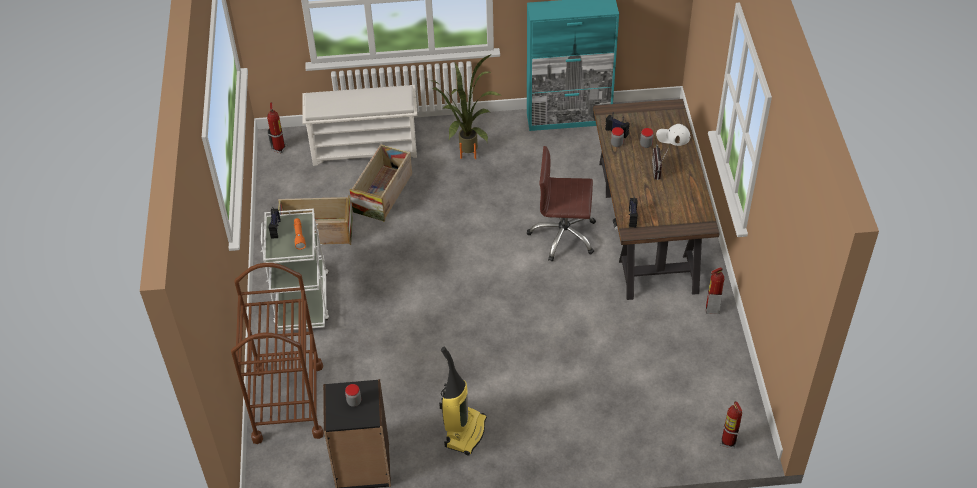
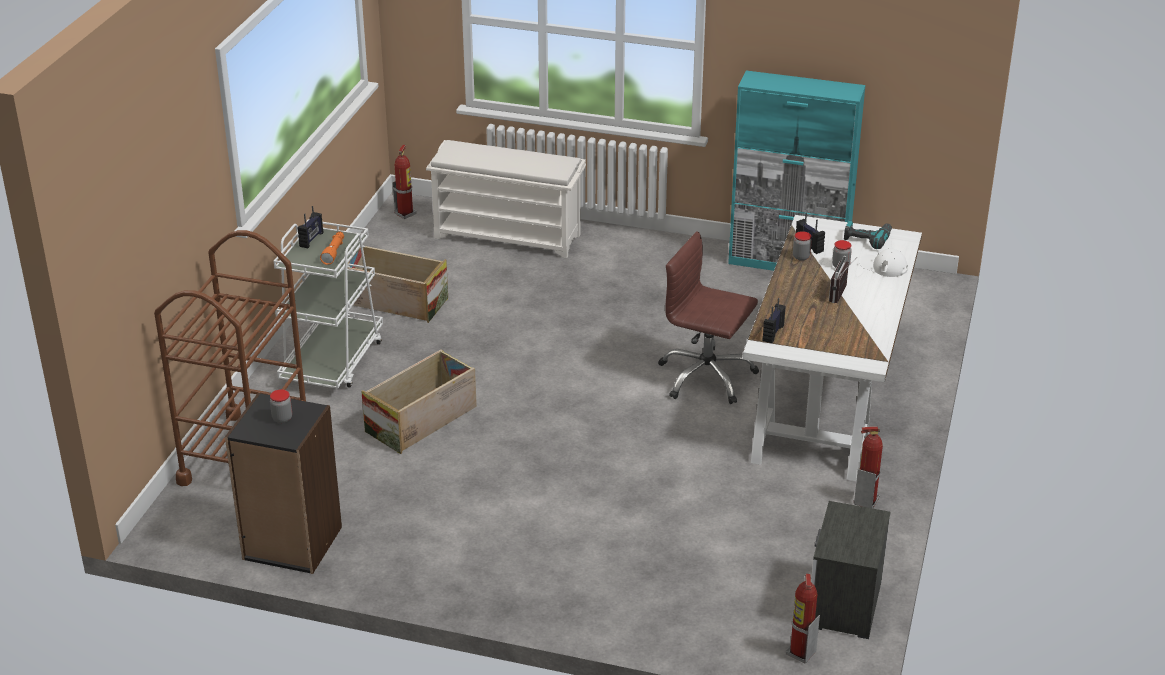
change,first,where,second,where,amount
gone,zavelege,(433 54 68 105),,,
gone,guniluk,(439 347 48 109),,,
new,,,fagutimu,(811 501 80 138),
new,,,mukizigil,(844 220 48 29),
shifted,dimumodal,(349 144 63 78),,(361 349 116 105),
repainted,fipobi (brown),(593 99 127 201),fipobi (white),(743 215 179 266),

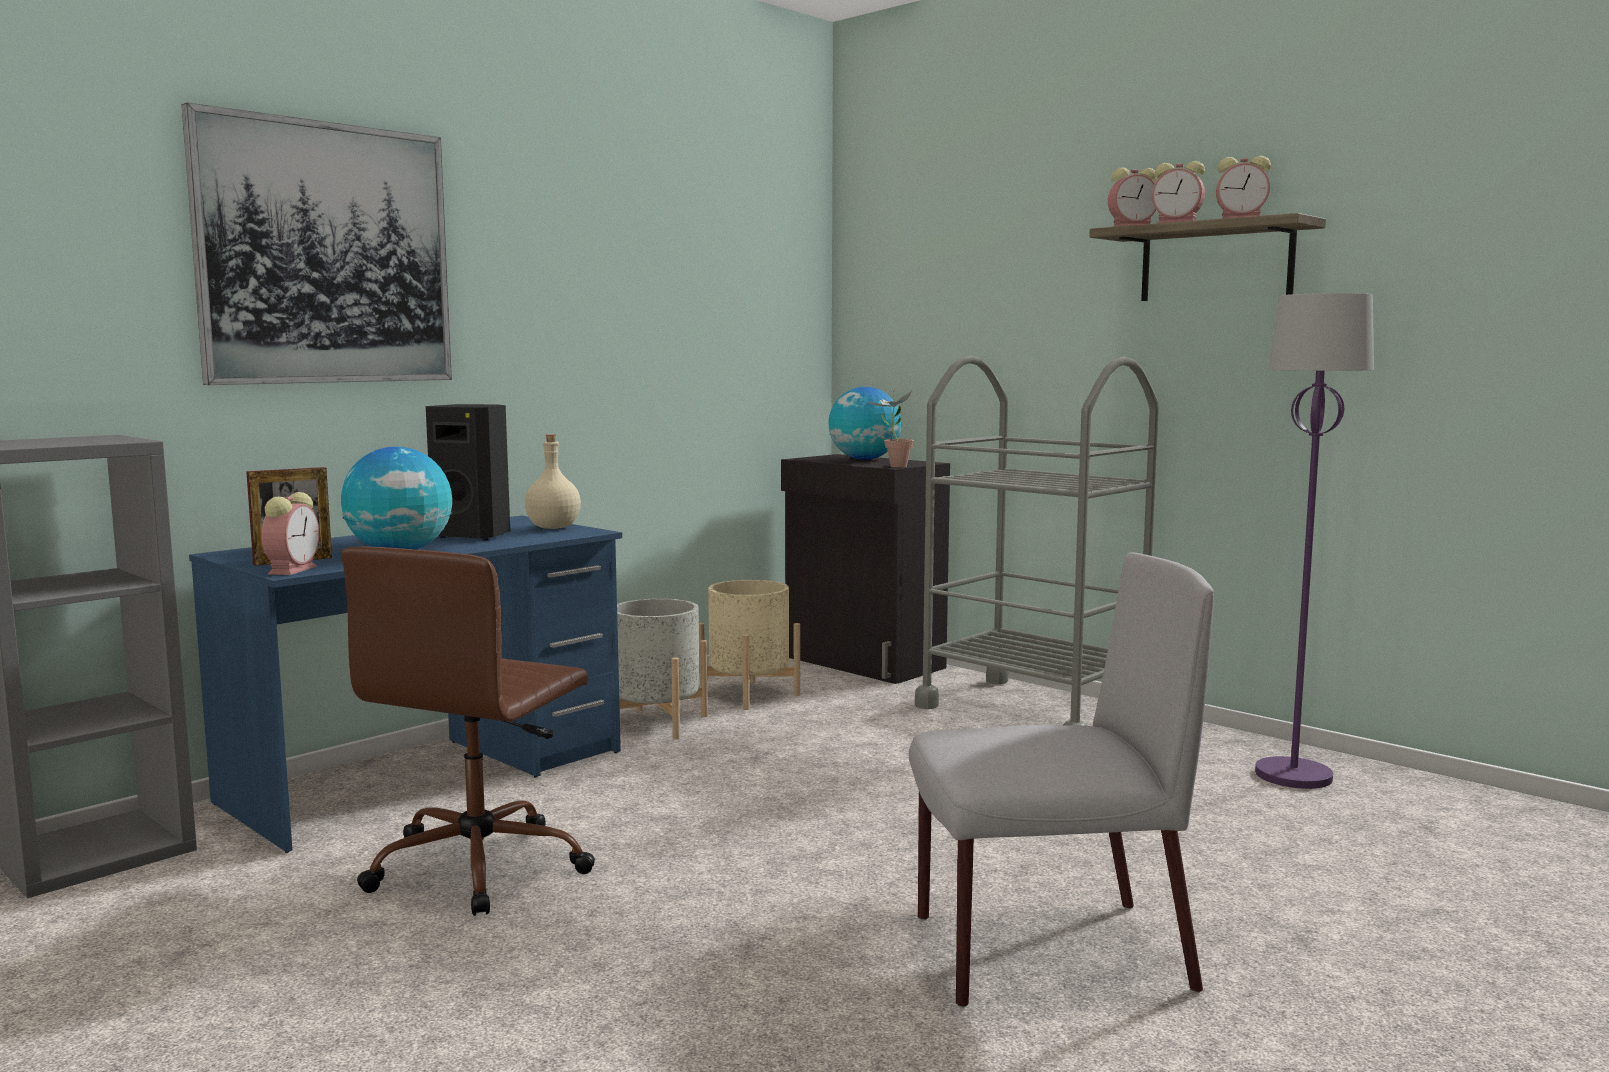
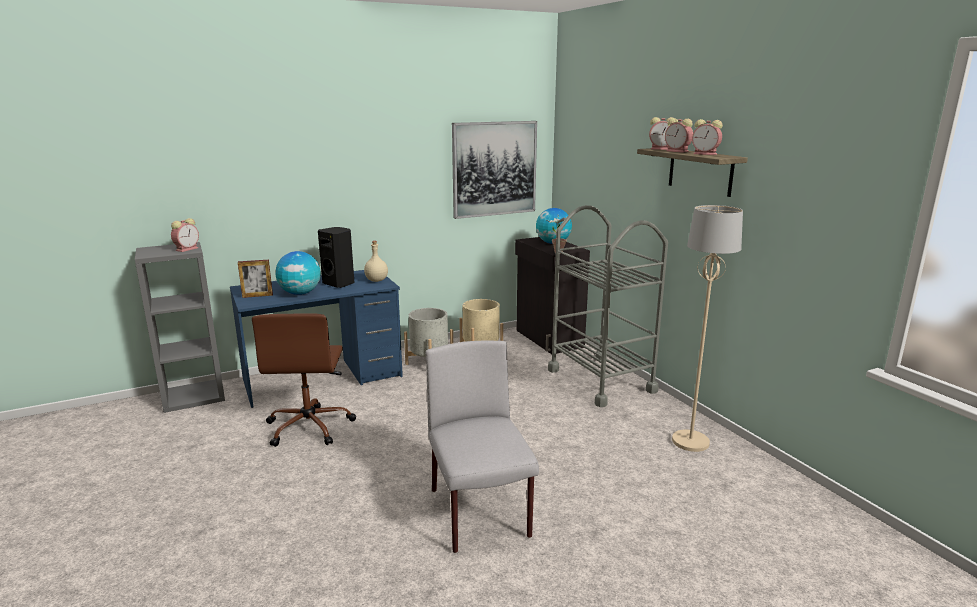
change,first,where,second,where,amount
shifted,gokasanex,(182 103 270 282),,(452 121 85 98),
shifted,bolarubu,(262 492 57 83),,(171 218 28 34),
repainted,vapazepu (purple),(1255 293 119 496),vapazepu (beige),(672 205 71 247),
rotated,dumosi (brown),(341 546 254 370),,(252 313 104 134),45 degrees counterclockwise
rotated,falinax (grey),(909 552 305 456),,(426 341 113 212),120 degrees counterclockwise

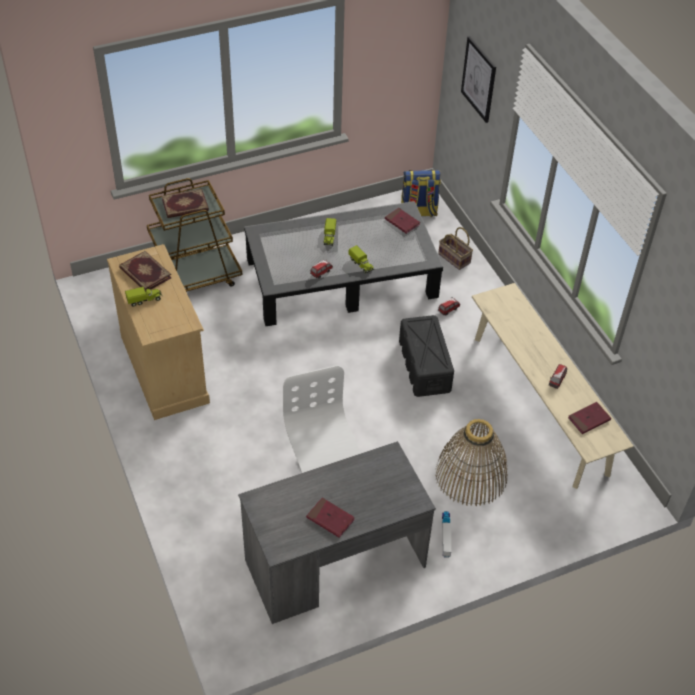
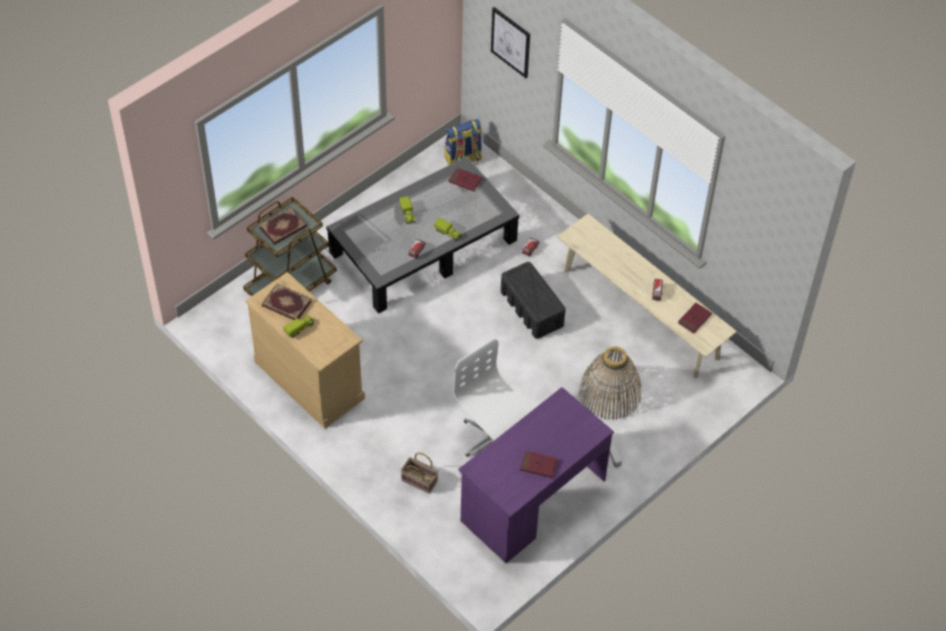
change,first,where,second,where,amount
shifted,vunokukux,(438 227 35 43),,(401 453 37 41),
repainted,fipobi (grey),(238 441 198 183),fipobi (purple),(458 387 156 176),

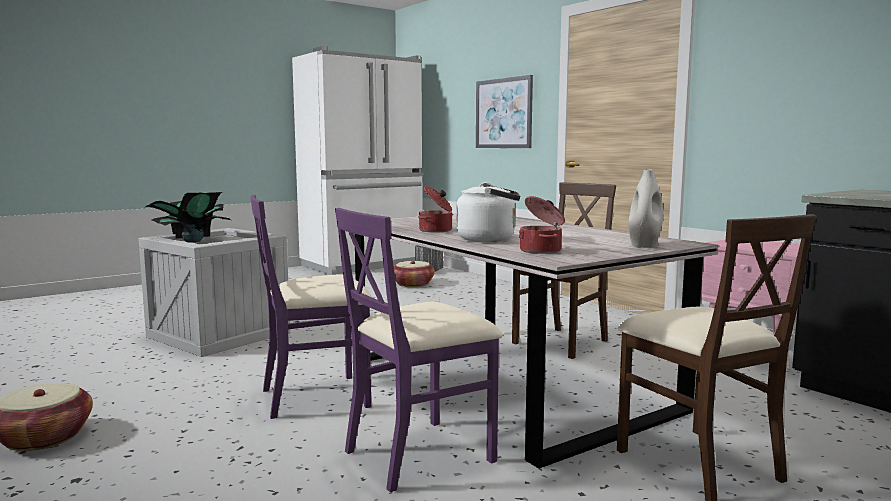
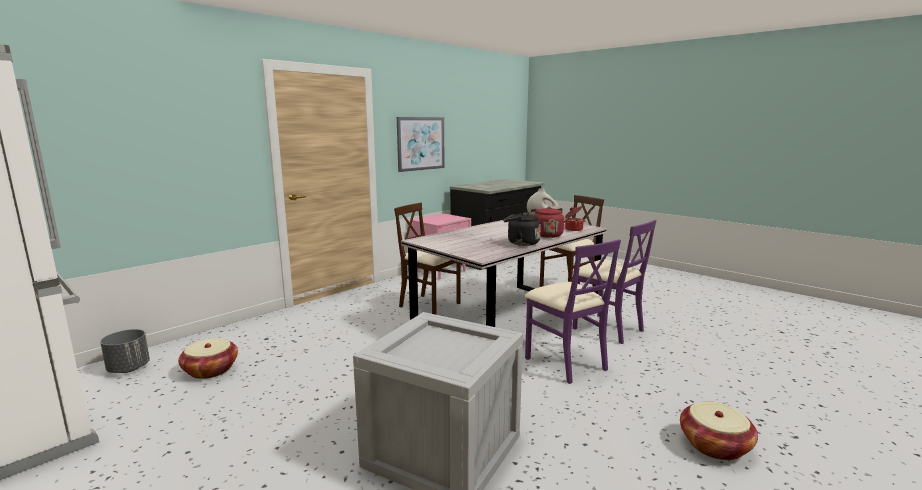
change,first,where,second,where,amount
gone,zavelege,(145 192 86 50),,,
shifted,gokasanex,(476 75 57 73),,(397 117 48 55),
swapped,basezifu,(418 186 35 46),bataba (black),(503 212 38 34),
repainted,bataba (white),(456 182 64 60),bataba (red),(531 207 33 31),

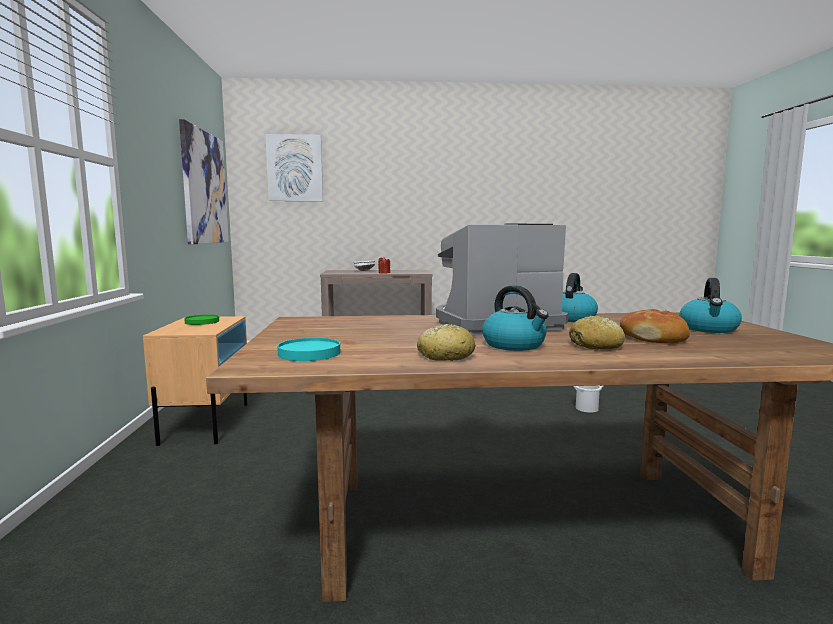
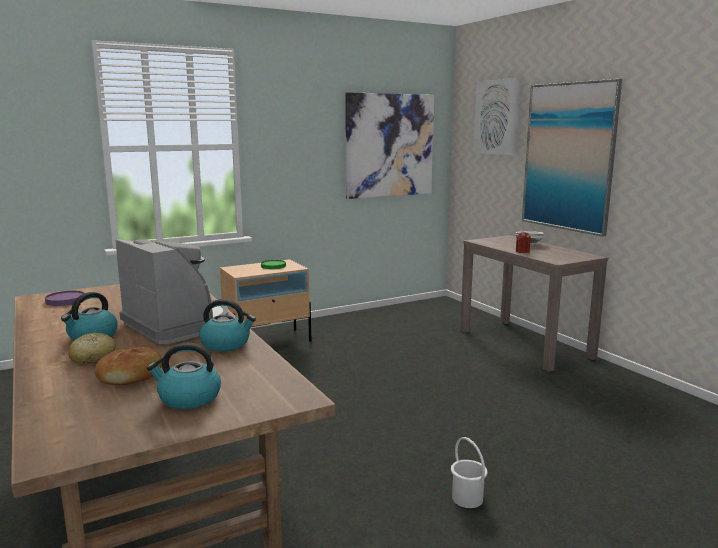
change,first,where,second,where,amount
gone,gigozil,(417 324 59 37),,,
new,,,gokasanex,(522 79 100 158),
repainted,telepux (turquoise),(277 338 63 23),telepux (purple),(45 291 39 15),

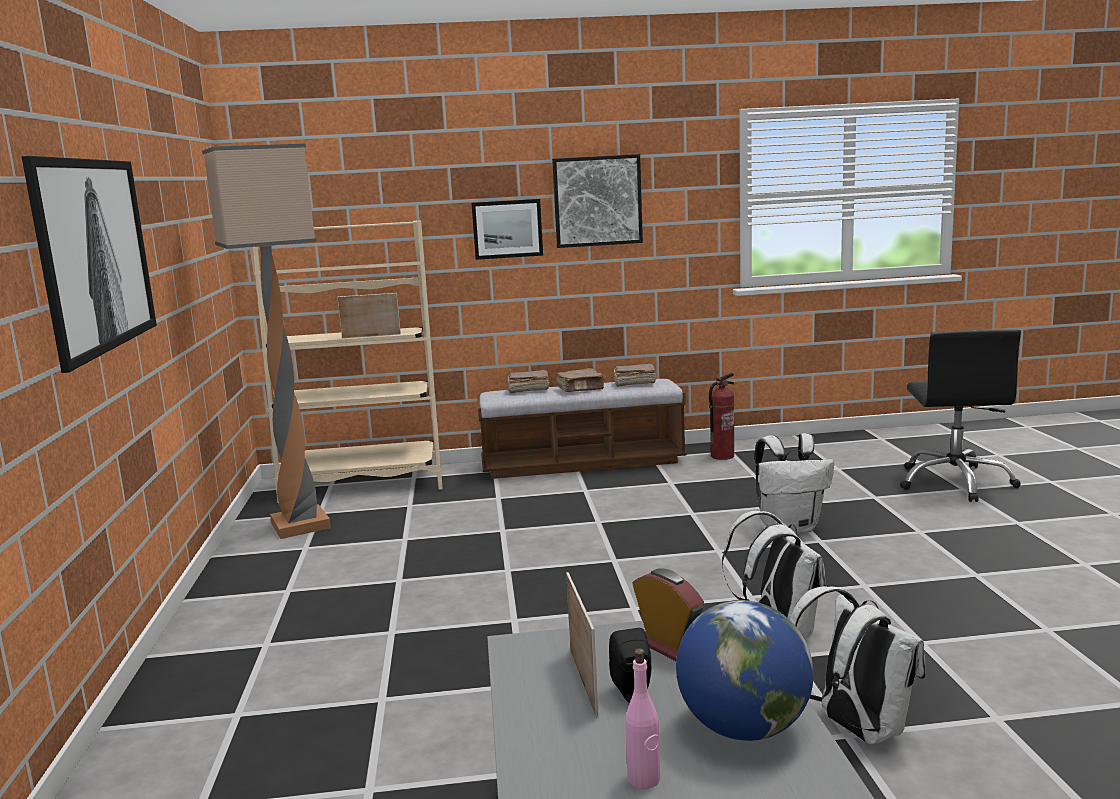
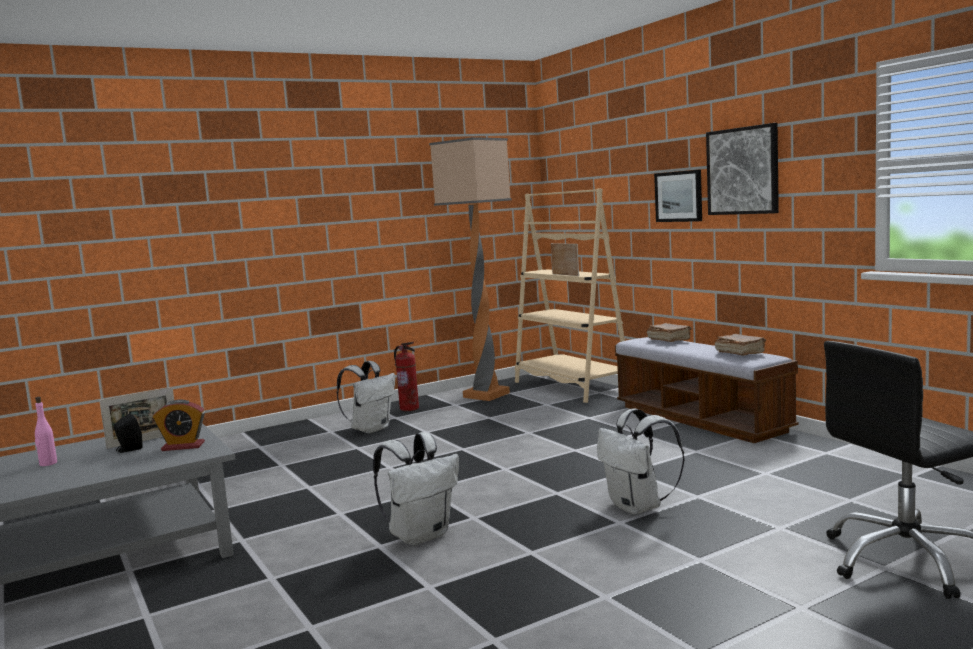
change,first,where,second,where,amount
gone,gokasanex,(21 156 136 217),,,
gone,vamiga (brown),(557 368 48 24),,,
gone,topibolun,(676 600 138 141),,,
shifted,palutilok,(709 373 25 87),,(394 342 25 69),
shifted,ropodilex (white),(790 586 136 158),,(336 361 59 73),
rotated,bolarubu,(633 568 71 93),,(153 399 52 52),60 degrees clockwise

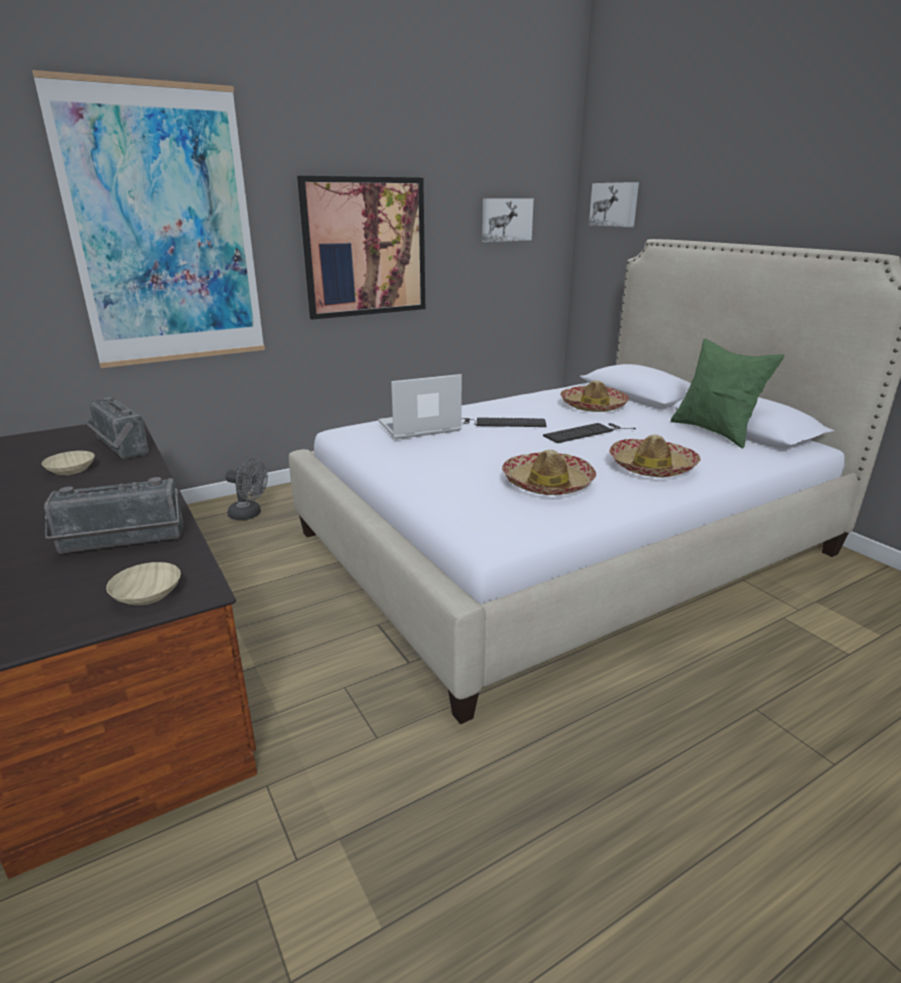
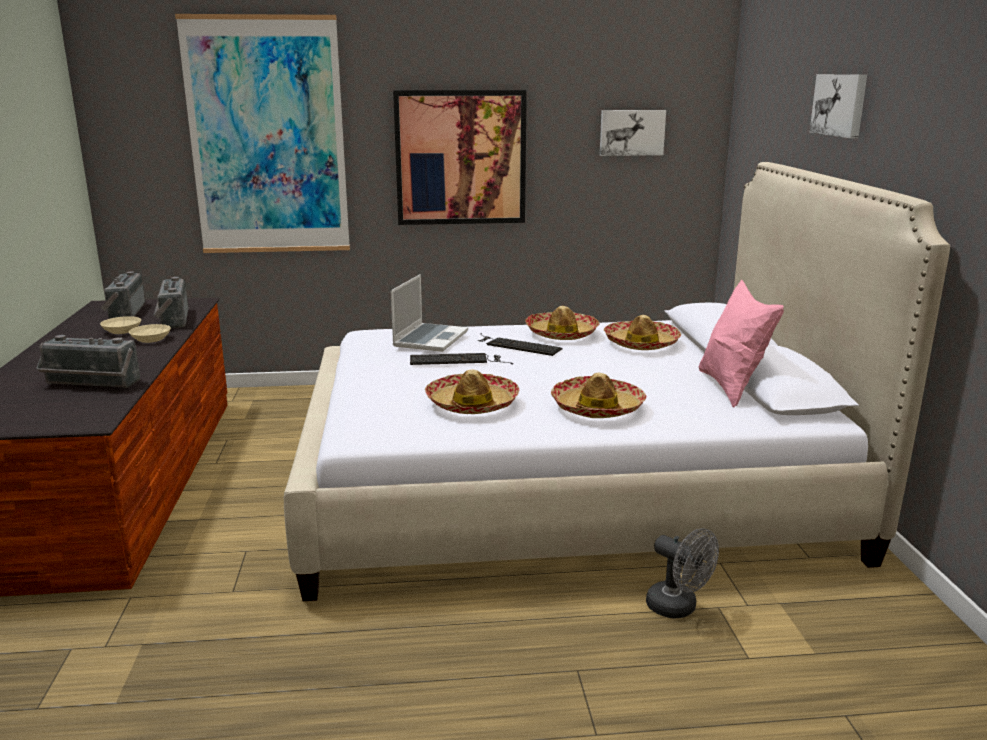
change,first,where,second,where,amount
new,,,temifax,(101 271 44 48),
new,,,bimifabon,(526 306 73 34),
shifted,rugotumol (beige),(106 562 75 43),,(129 324 42 19),
shifted,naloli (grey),(225 459 43 61),,(646 528 73 90),
shifted,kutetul,(543 423 93 20),,(410 353 103 12),
shifted,gokasanex,(589 182 50 45),,(810 74 57 64),
repainted,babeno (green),(670 339 115 109),babeno (pink),(699 280 85 128),
rotated,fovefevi,(378 374 84 65),,(391 274 77 78),105 degrees clockwise

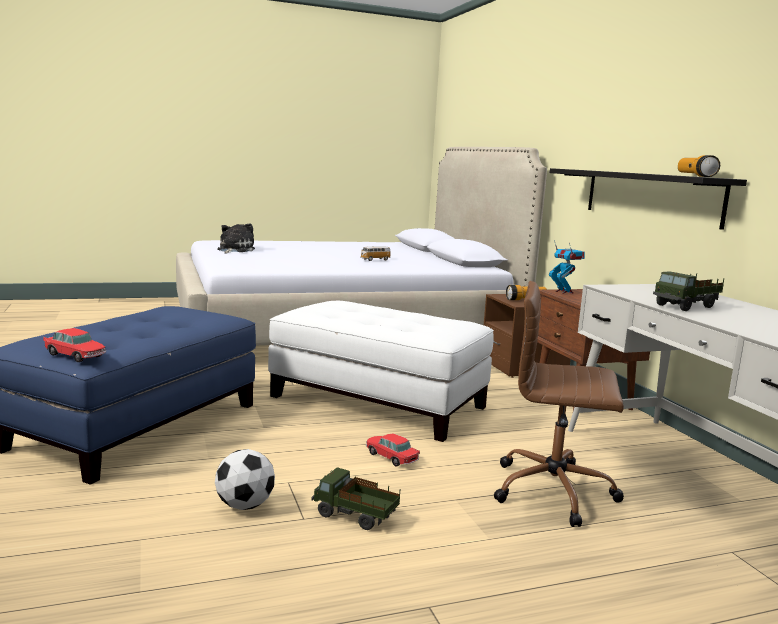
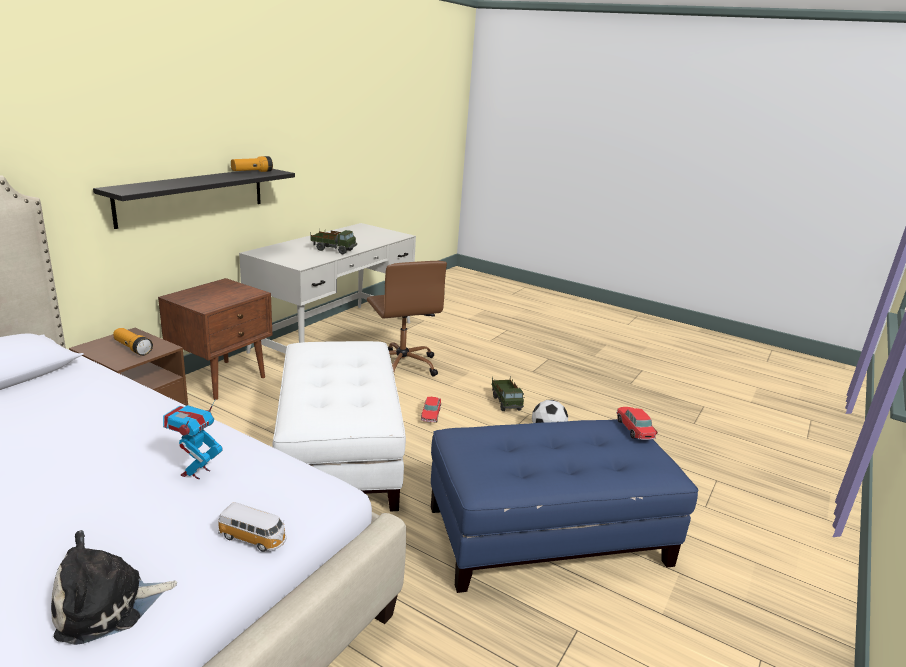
change,first,where,second,where,amount
shifted,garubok,(360 246 31 15),,(218 502 69 50),
shifted,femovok,(549 240 36 54),,(163 399 60 80),

